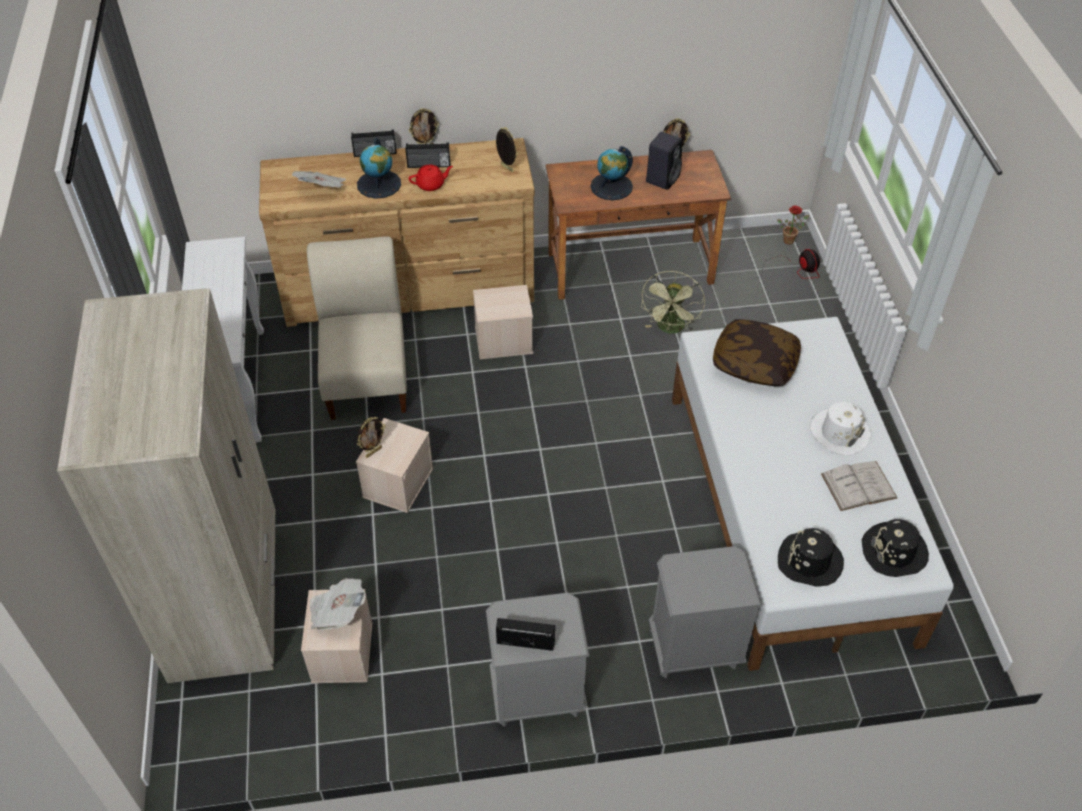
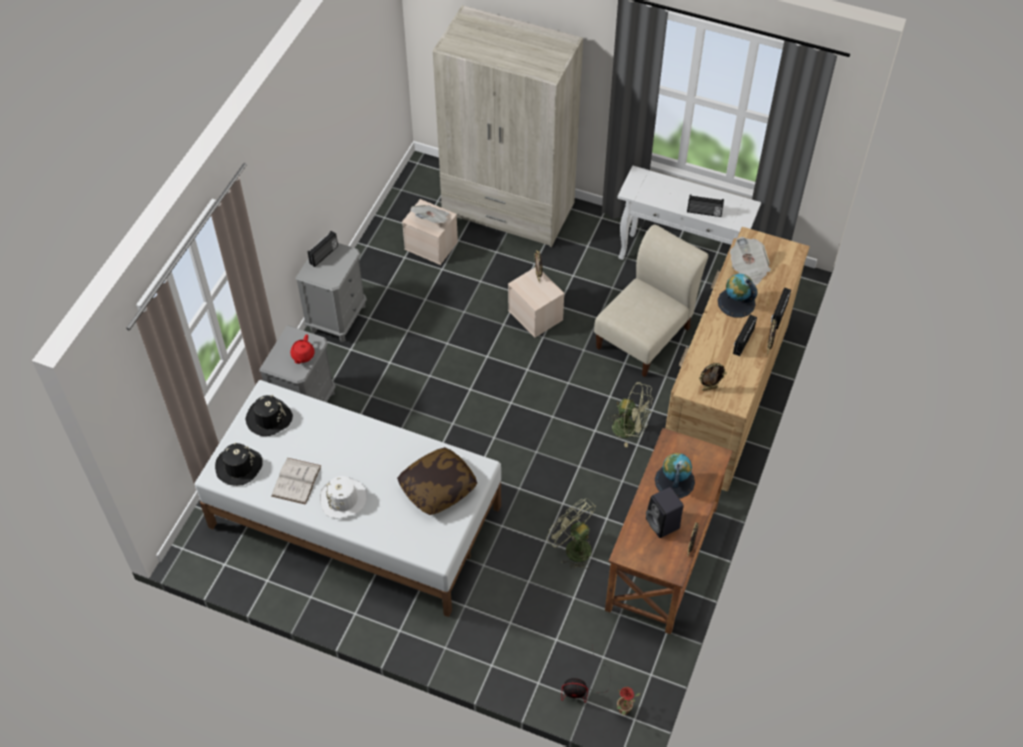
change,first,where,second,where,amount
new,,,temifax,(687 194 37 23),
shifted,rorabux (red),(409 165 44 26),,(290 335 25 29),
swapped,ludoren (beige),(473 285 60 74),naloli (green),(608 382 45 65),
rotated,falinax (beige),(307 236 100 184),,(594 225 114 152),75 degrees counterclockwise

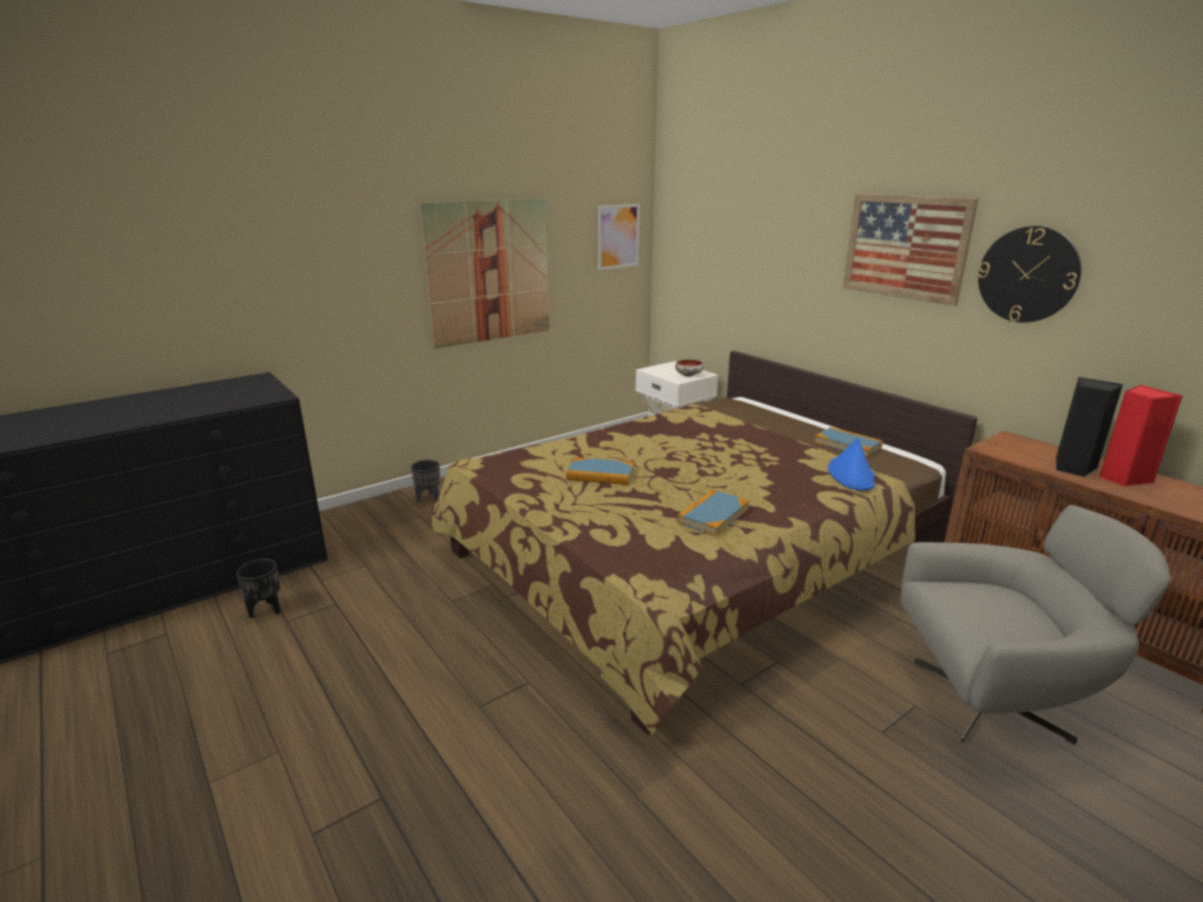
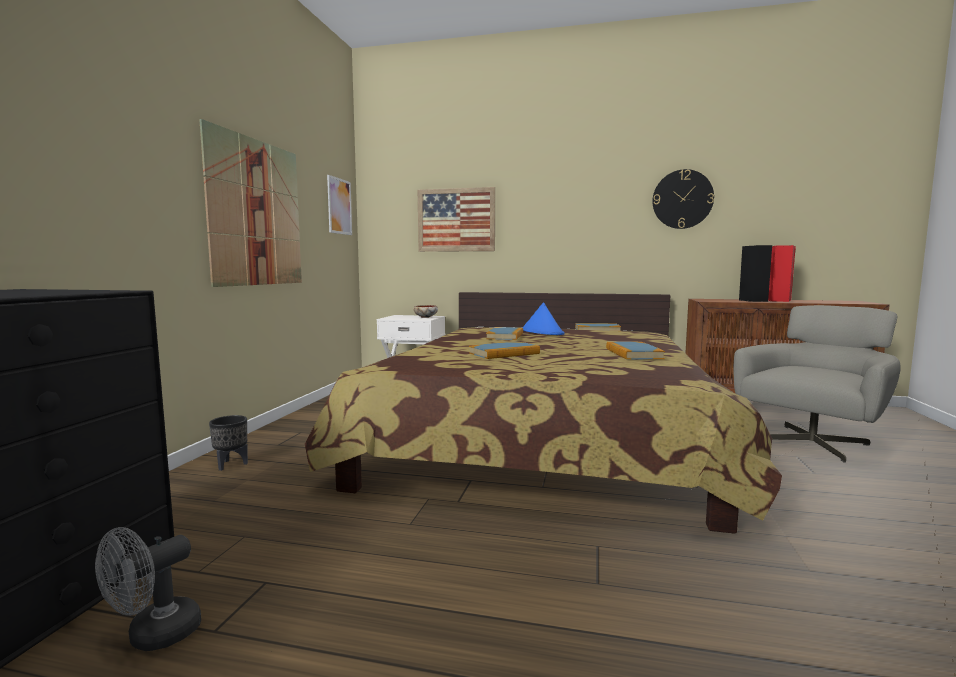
change,first,where,second,where,amount
new,,,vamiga,(486 327 37 13),
shifted,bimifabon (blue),(828 437 47 54),,(521 302 44 33),
shifted,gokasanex,(843 193 136 113),,(418 187 77 65),
swapped,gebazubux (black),(236 559 44 59),naloli (grey),(95 527 106 124),

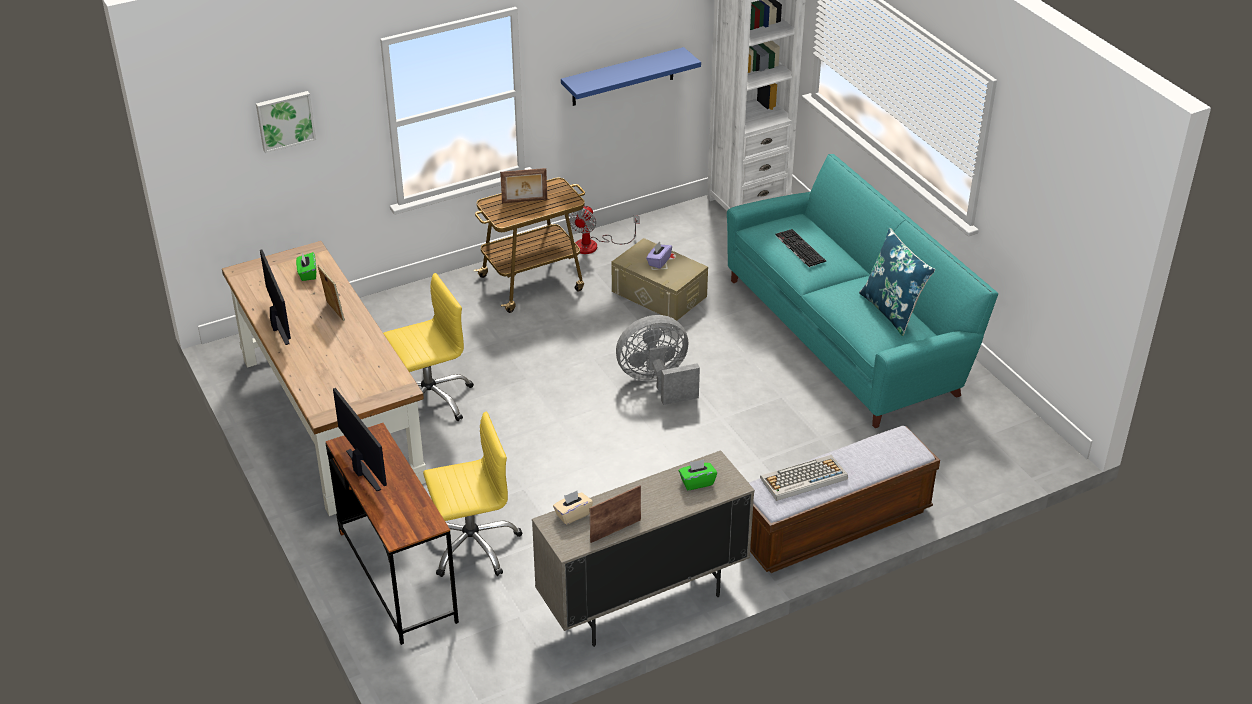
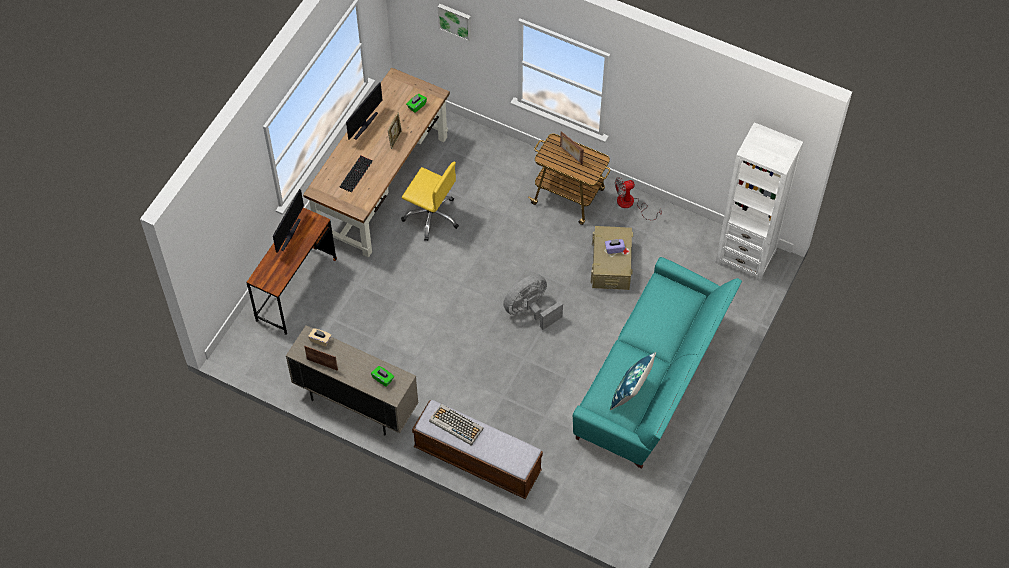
change,first,where,second,where,amount
gone,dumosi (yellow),(423 412 99 165),,,
gone,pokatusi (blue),(561 47 140 59),,,
shifted,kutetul,(776 229 50 38),,(340 156 33 37),
rotated,naloli (grey),(616 315 84 90),,(503 274 60 56),75 degrees counterclockwise

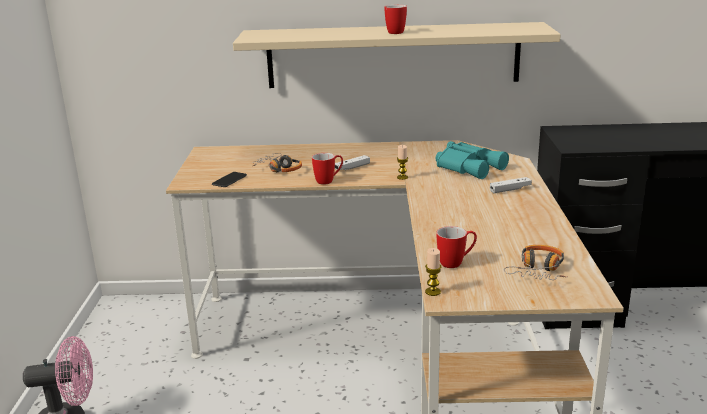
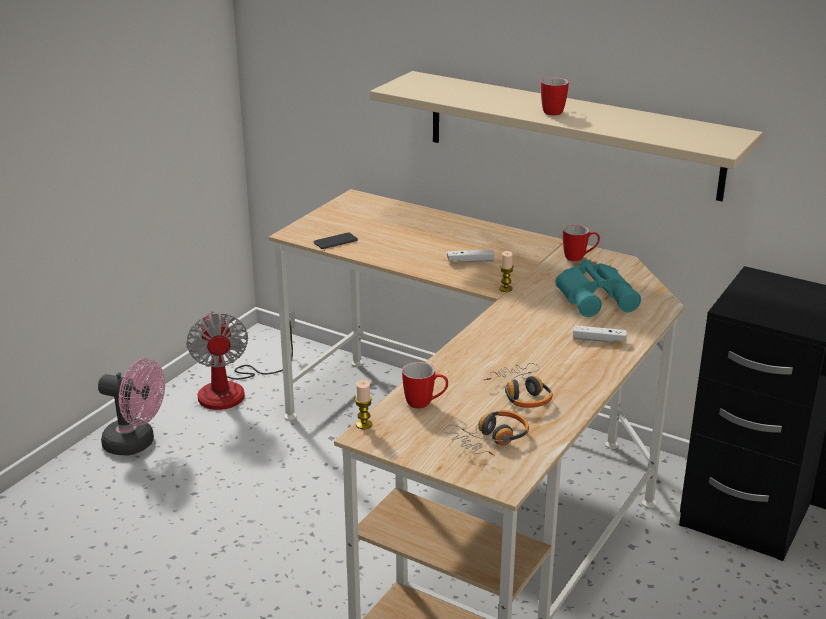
change,first,where,second,where,amount
new,,,naloli,(186 311 109 99),
shifted,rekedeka,(253 153 49 19),,(484 363 69 45),
shifted,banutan,(312 153 31 32),,(563 225 37 36),

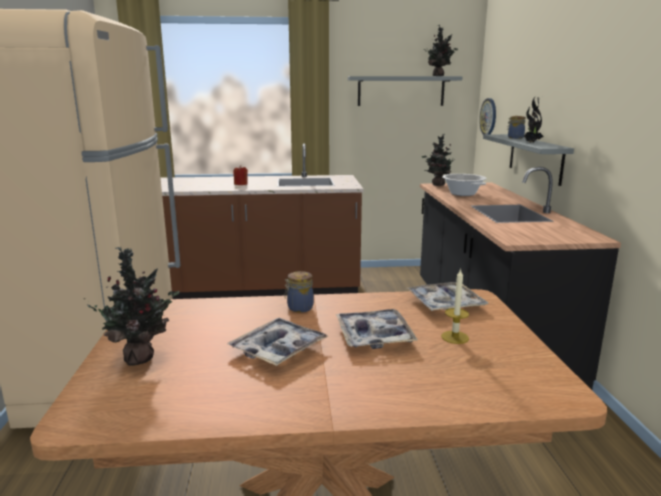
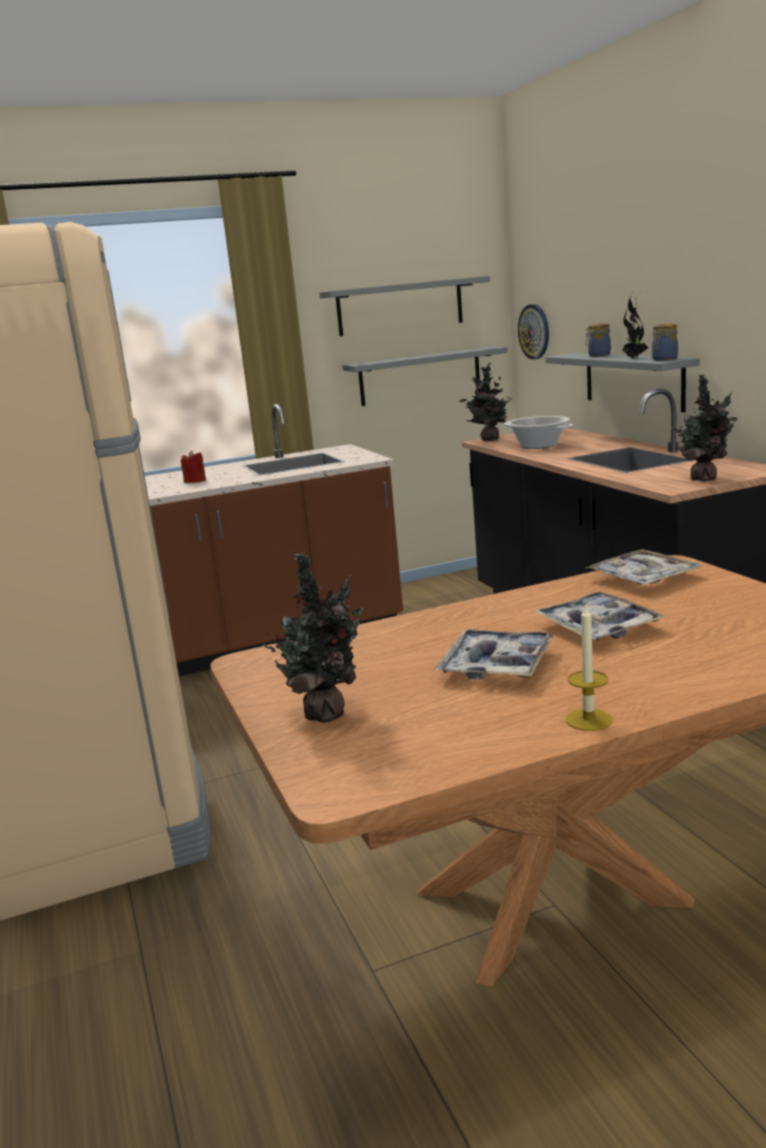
change,first,where,second,where,amount
new,,,pokatusi (grey),(342 346 166 60),
shifted,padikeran,(284 271 30 42),,(652 324 26 37),
shifted,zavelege,(424 25 34 51),,(672 375 66 106),
shifted,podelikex,(441 269 28 75),,(566 606 46 125),

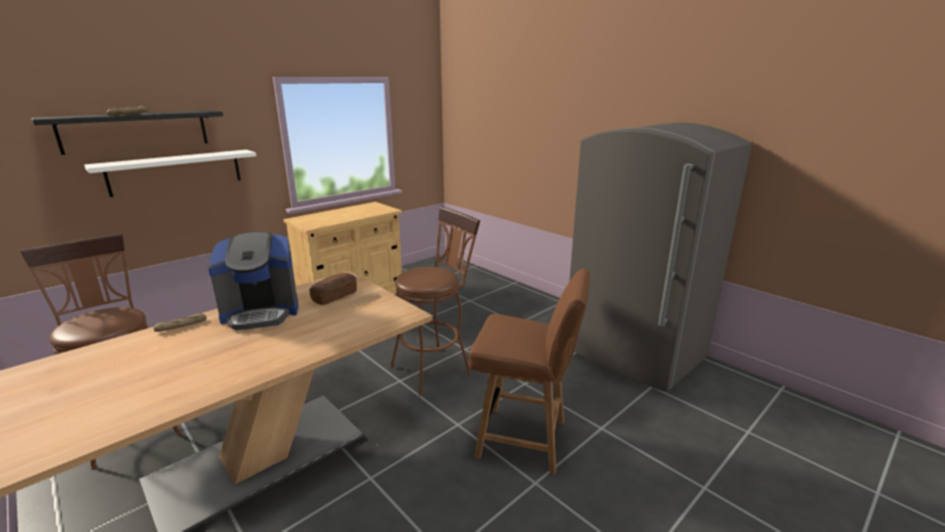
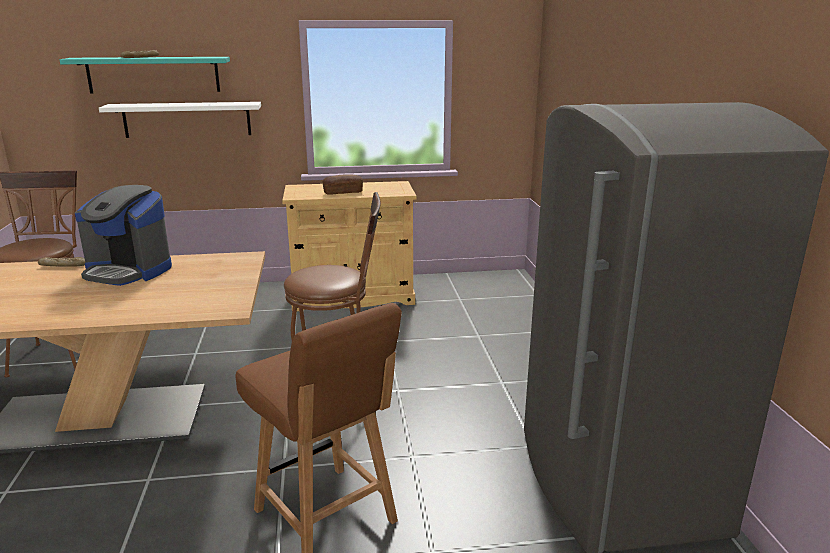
change,first,where,second,where,amount
shifted,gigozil,(309 273 48 32),,(322 175 41 20),
repainted,pokatusi (black),(31 110 192 45),pokatusi (turquoise),(59 57 171 37),

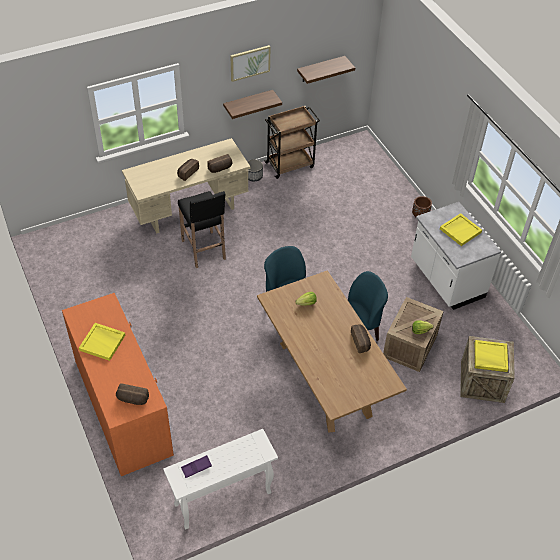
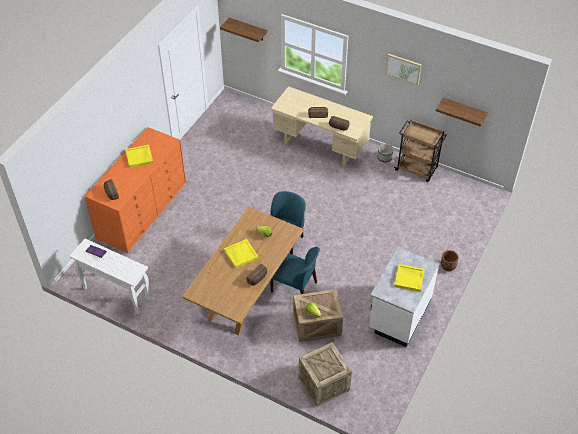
change,first,where,second,where,amount
gone,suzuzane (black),(178 191 48 77),,,
shifted,pokatusi,(223 90 59 29),,(220 18 47 24),
shifted,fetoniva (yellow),(475 340 33 32),,(224 239 34 29),

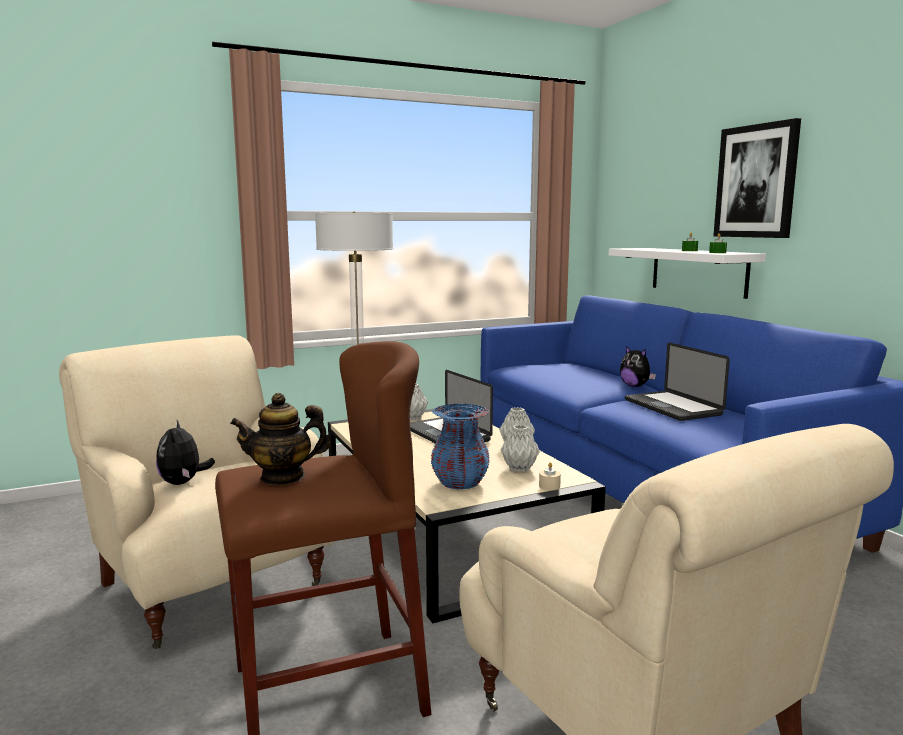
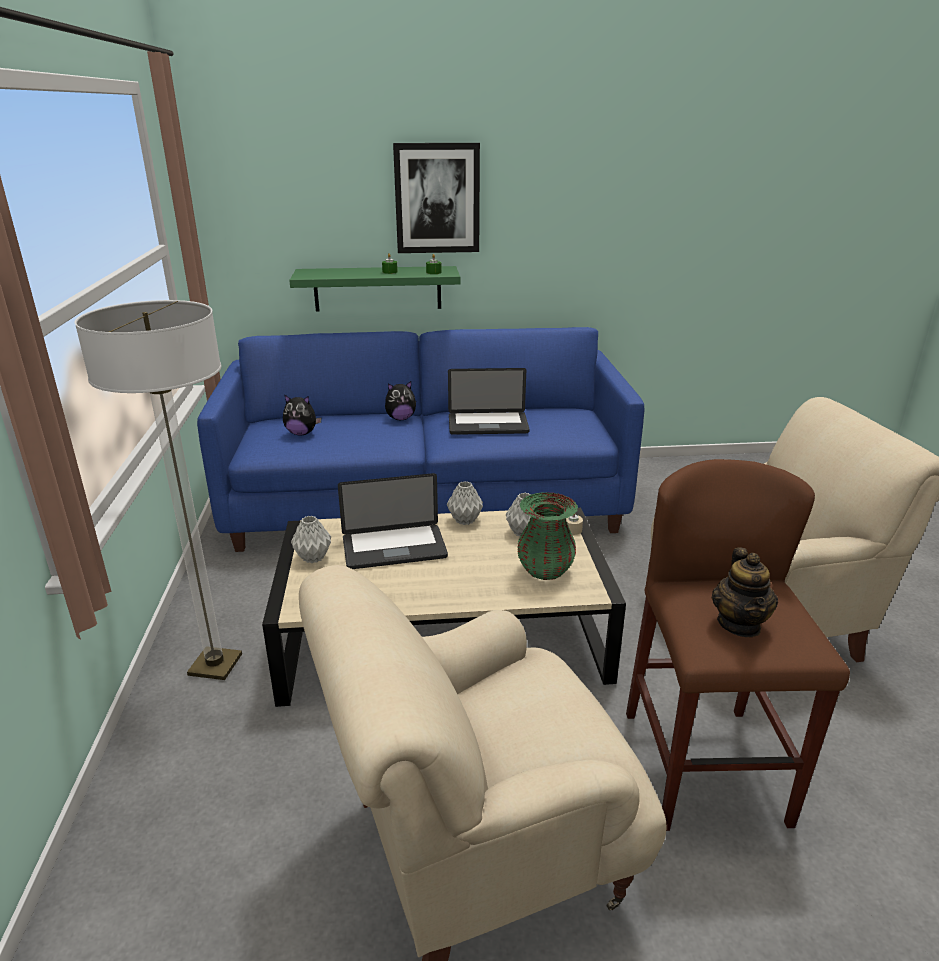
change,first,where,second,where,amount
shifted,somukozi,(156 420 59 65),,(283 395 38 41),
repainted,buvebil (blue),(431 404 59 85),buvebil (green),(517 492 61 88),
repainted,pokatusi (white),(609 248 157 51),pokatusi (green),(289 266 171 46),

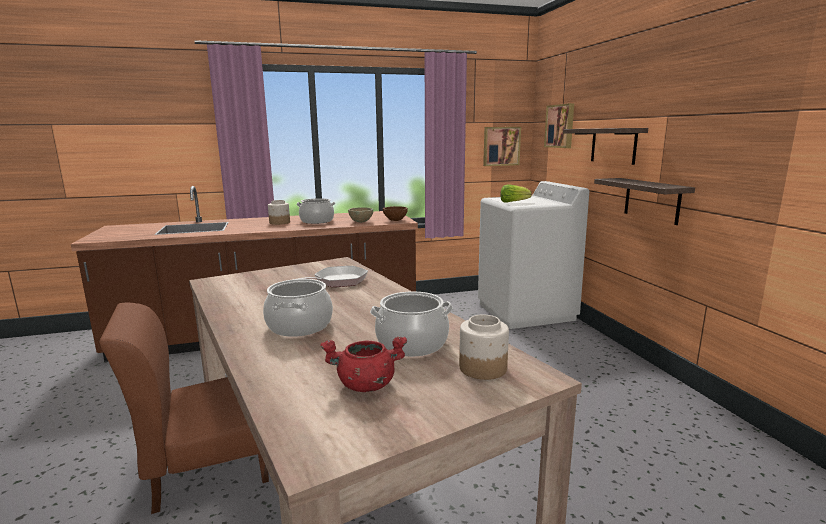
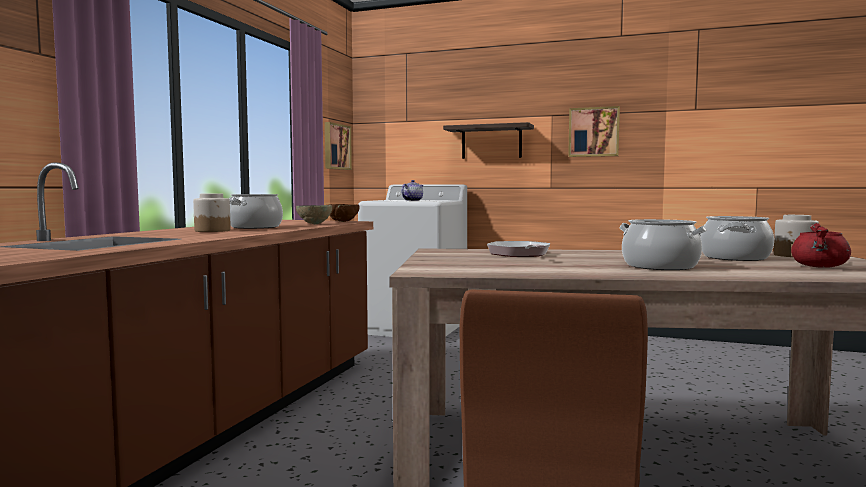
change,first,where,second,where,amount
gone,pokatusi,(594 178 101 47),,,
shifted,gokasanex,(544 103 30 45),,(568 106 52 51),
swapped,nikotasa,(500 184 32 19),rorabux,(401 180 23 21),

